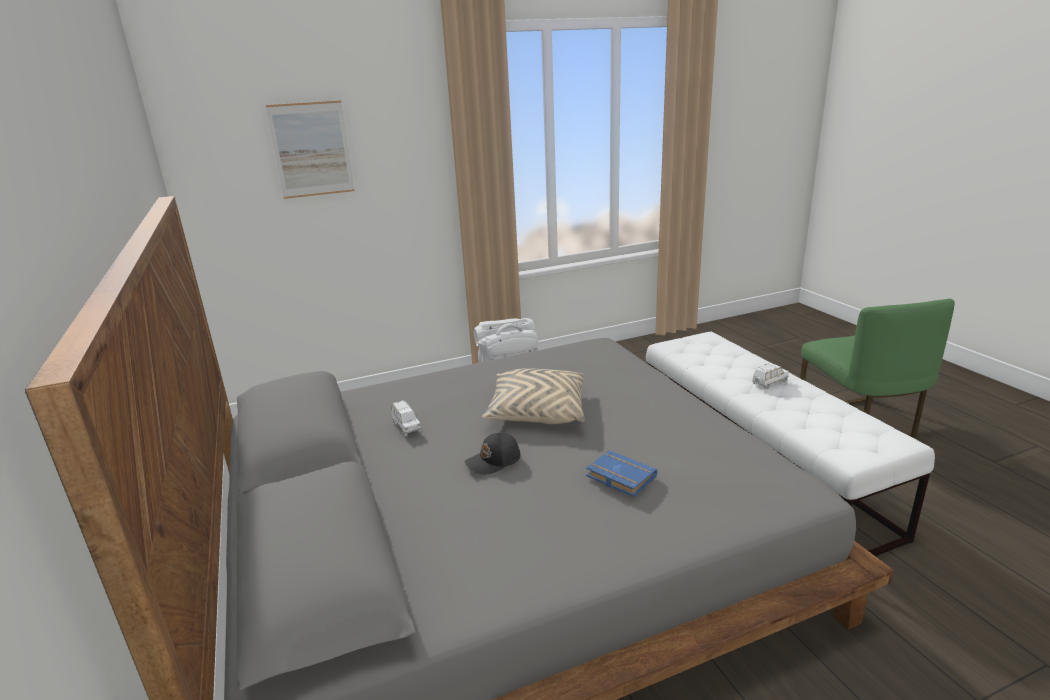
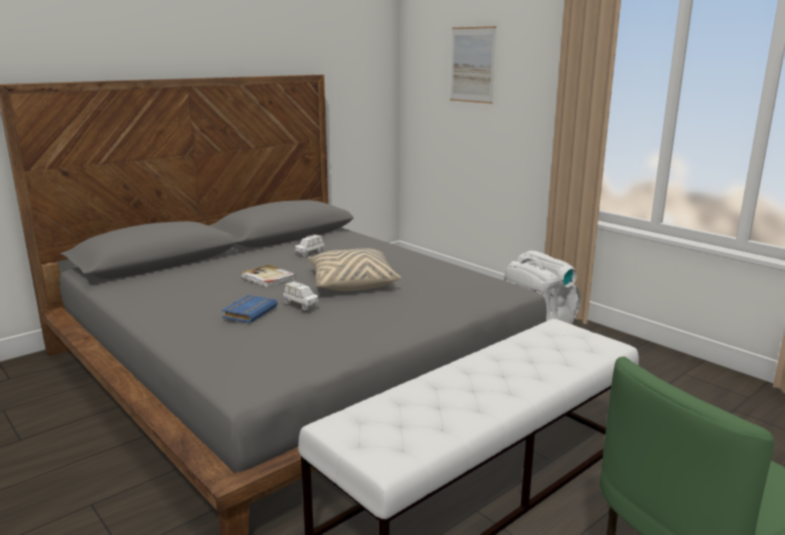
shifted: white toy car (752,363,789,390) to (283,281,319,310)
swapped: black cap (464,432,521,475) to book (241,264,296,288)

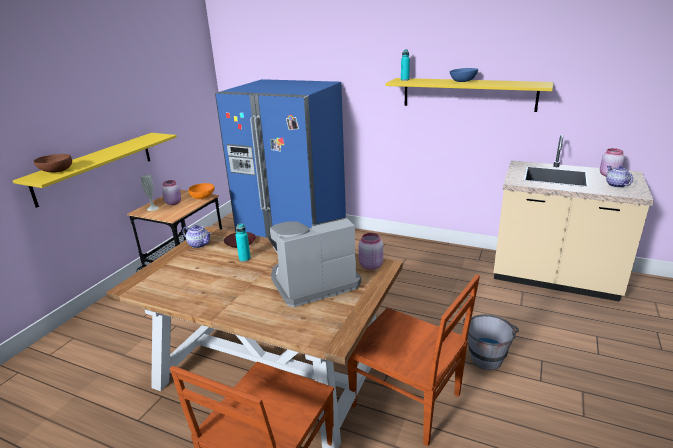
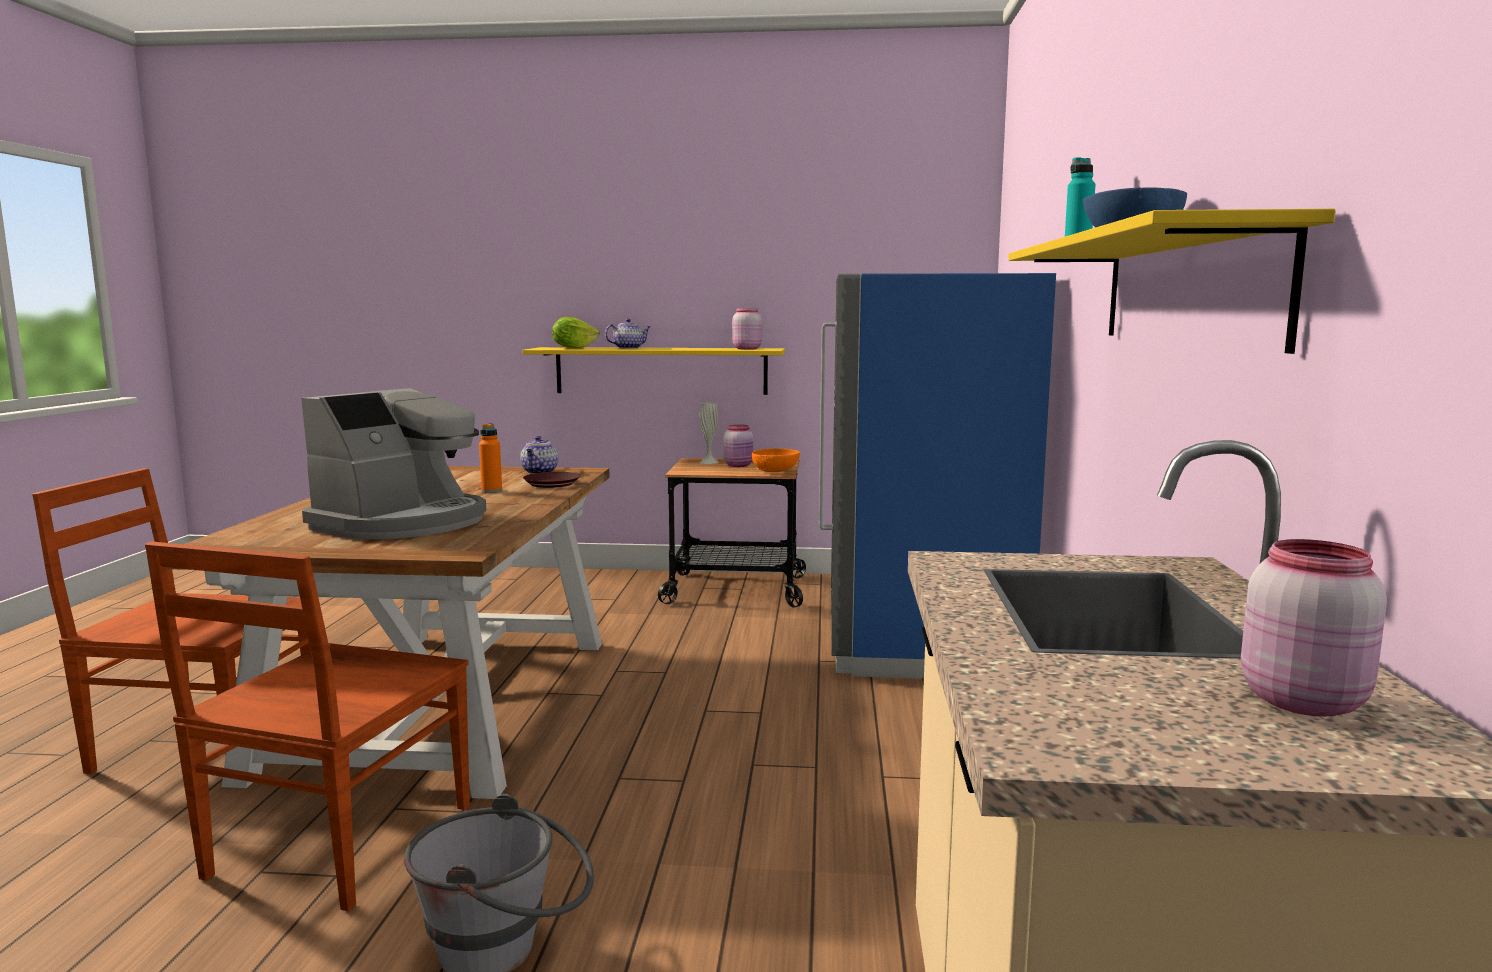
shifted: pink jar (359,233,383,270) to (732,308,762,350); teapot (606,166,633,188) to (605,319,651,349)
swapped: brown bowl (34,154,72,173) to lettuce (552,317,599,348)
repainted: turquoise bottle (235,223,251,262) to orange bottle (479,423,502,493)
rotated: coffee machine (268,217,361,307) = (301,388,487,539) 75 degrees clockwise

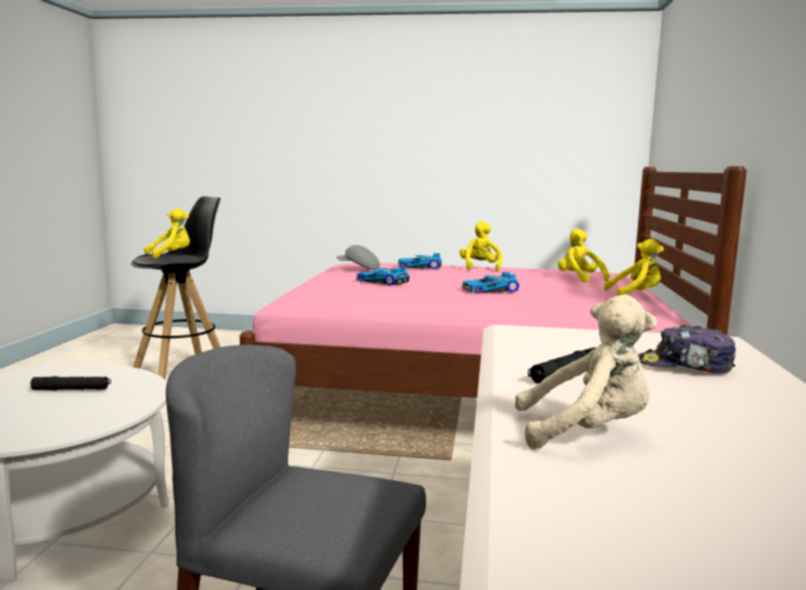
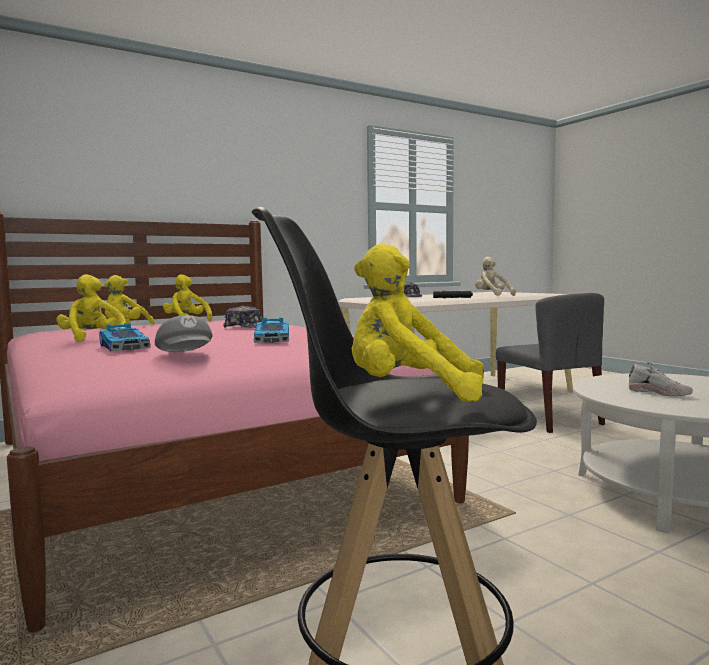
swapped: black flashlight (31,376,111,390) to white shoe (629,362,693,397); toy car (462,272,519,294) to cap (224,306,262,328)
rotated: yellow plush toy (459,221,503,272) = (57,274,126,342) 90 degrees clockwise

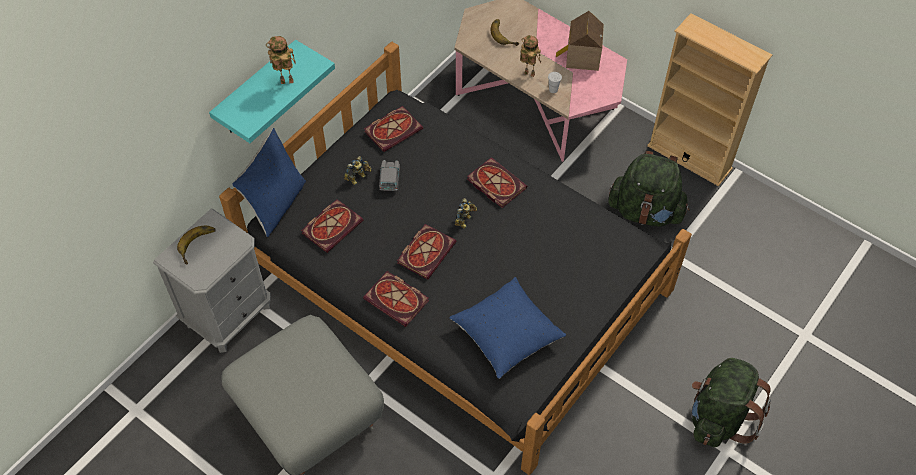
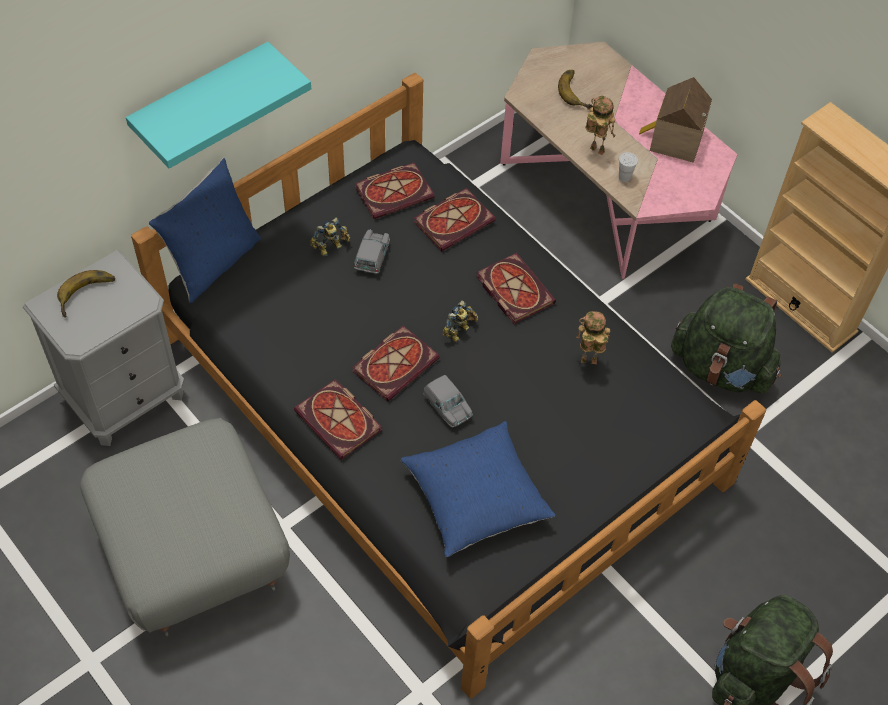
new: grey toy car (423,375,473,428)
shifted: toy robot (266,36,296,84) to (576,311,610,364); book (301,199,363,253) to (414,188,496,251)

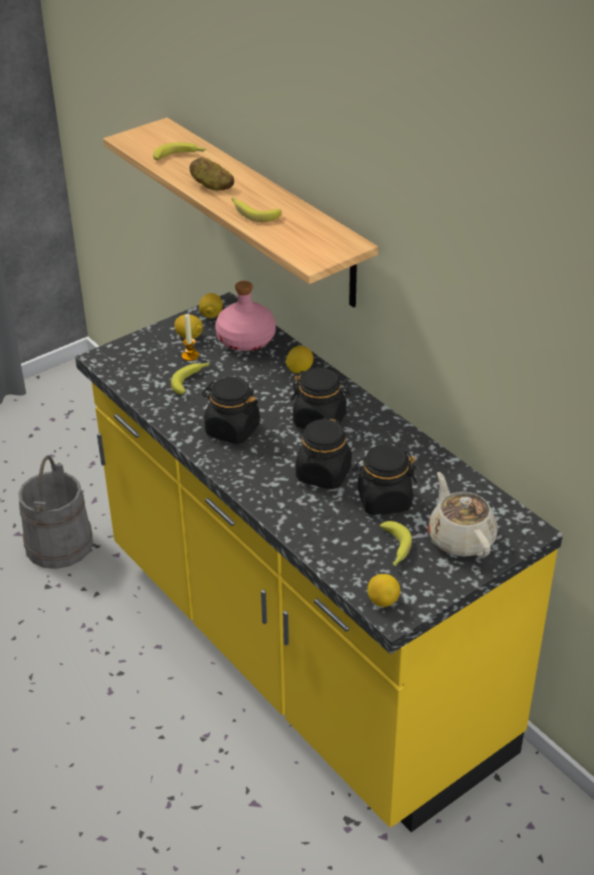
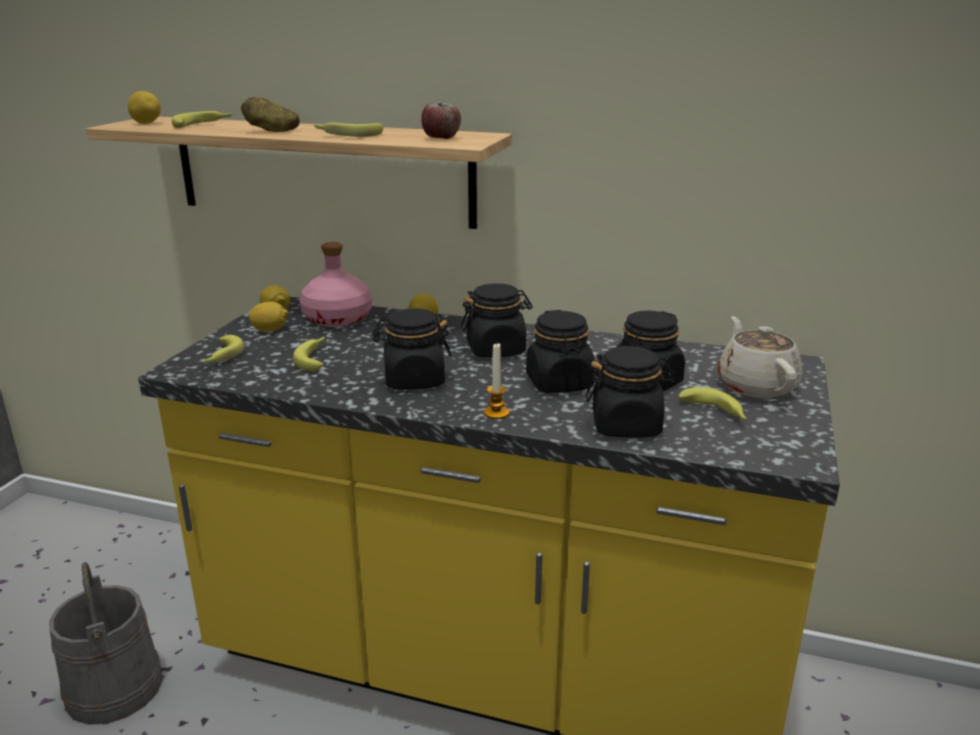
new: banana (202,335,245,364); apple (421,102,461,139); black jar (585,346,676,438)
shifted: candle (182,314,199,361) to (484,343,509,419); lemon (368,574,400,607) to (128,91,161,124)
rotated: beige teapot (428,472,498,557) = (718,316,803,398) 45 degrees clockwise

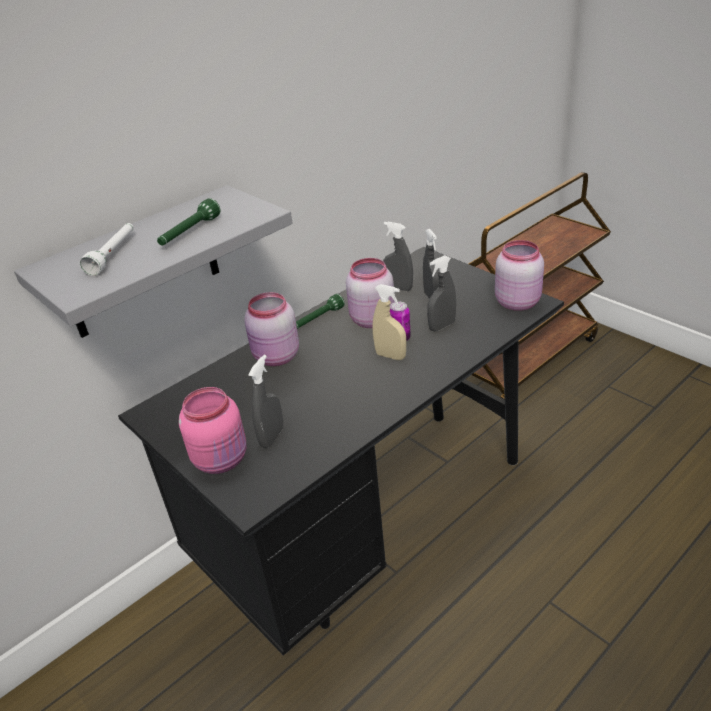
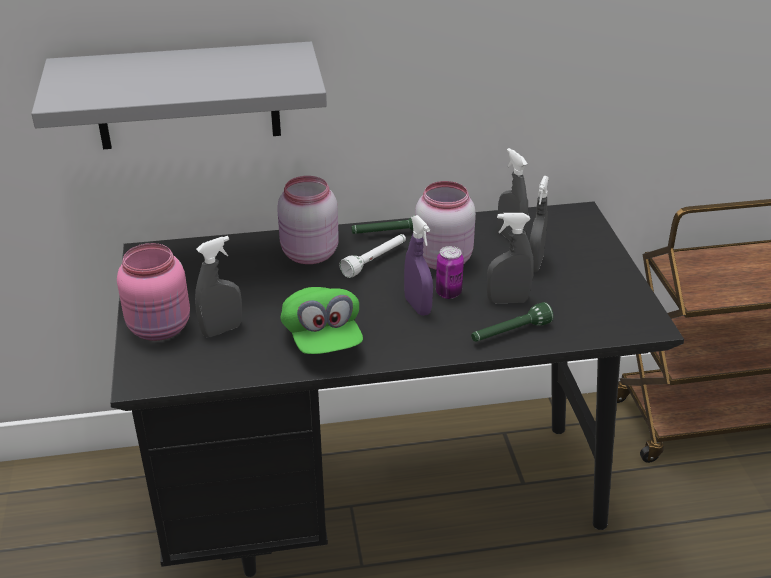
gone: pink jar (495,240,544,311)
new: green cap (281,287,363,354)
shifted: white flashlight (80,223,134,276) to (339,234,406,278); green flashlight (157,198,221,245) to (471,302,554,342)
repainted: beige spray bottle (372,284,406,360) to purple spray bottle (404,215,433,316)

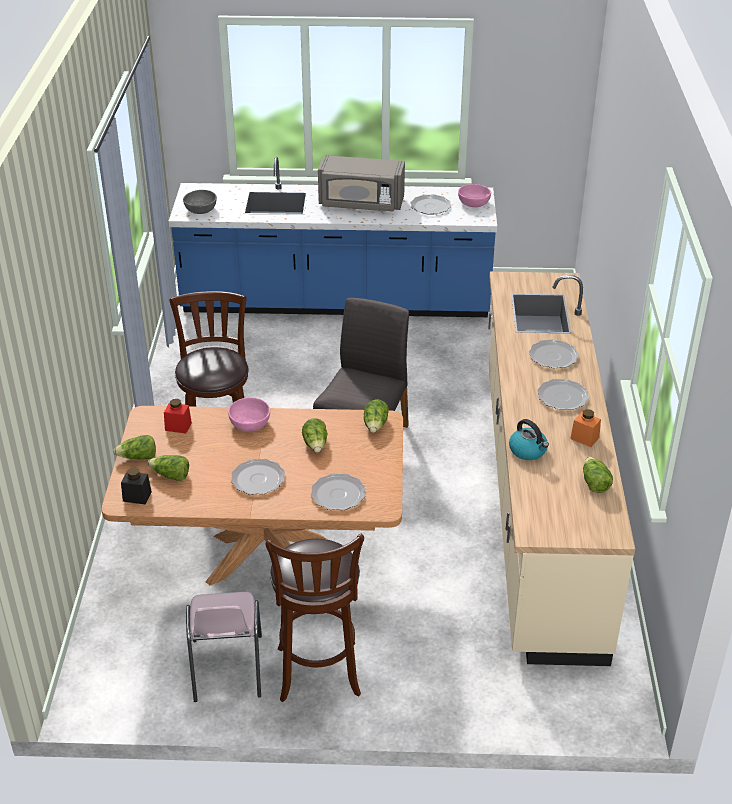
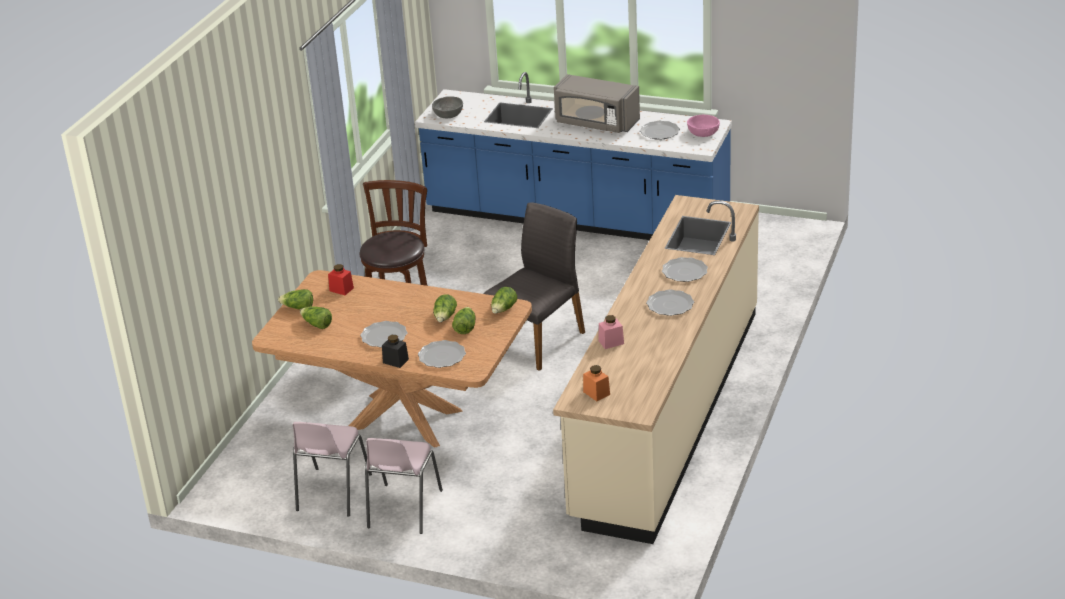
gone: pink bowl (228,398,270,431)
shifted: black jar (121,467,152,505) to (382,335,409,368); orange jar (570,409,601,447) to (583,365,610,401); lettuce (583,457,613,493) to (452,307,476,334)
swapped: brown stool (266,533,364,702) to pink chair (365,438,443,534); kettle (509,419,549,460) to pink jar (599,315,624,349)

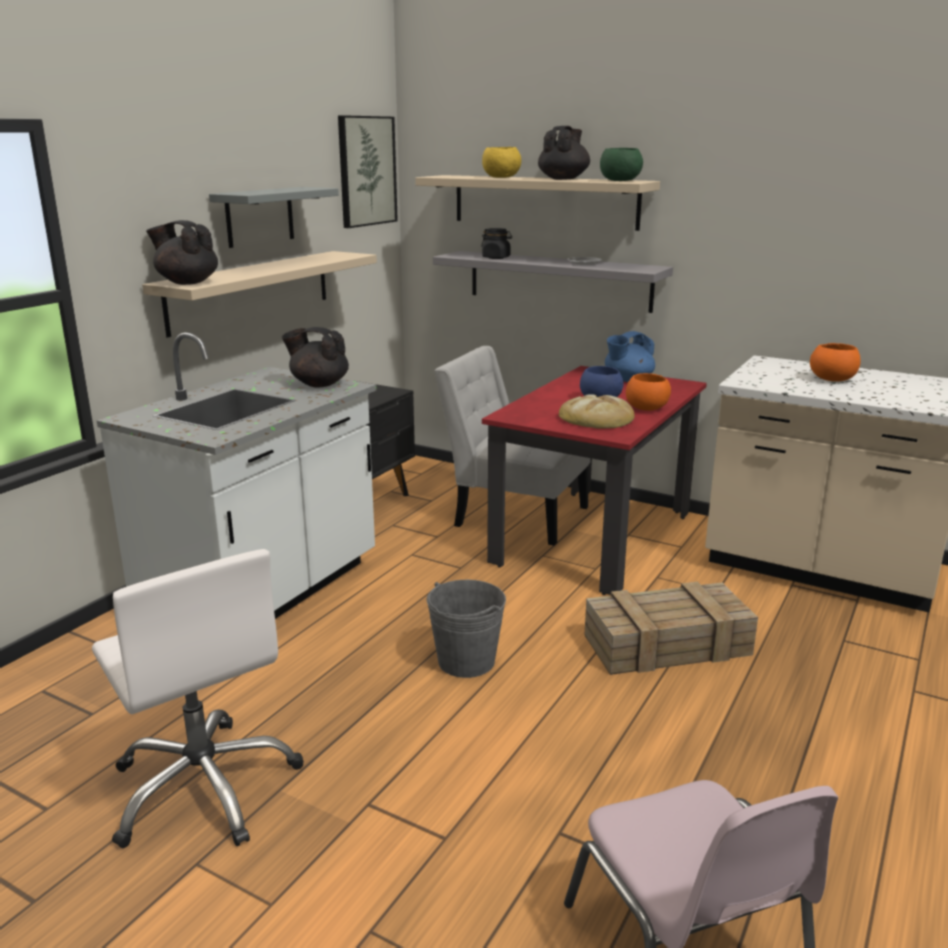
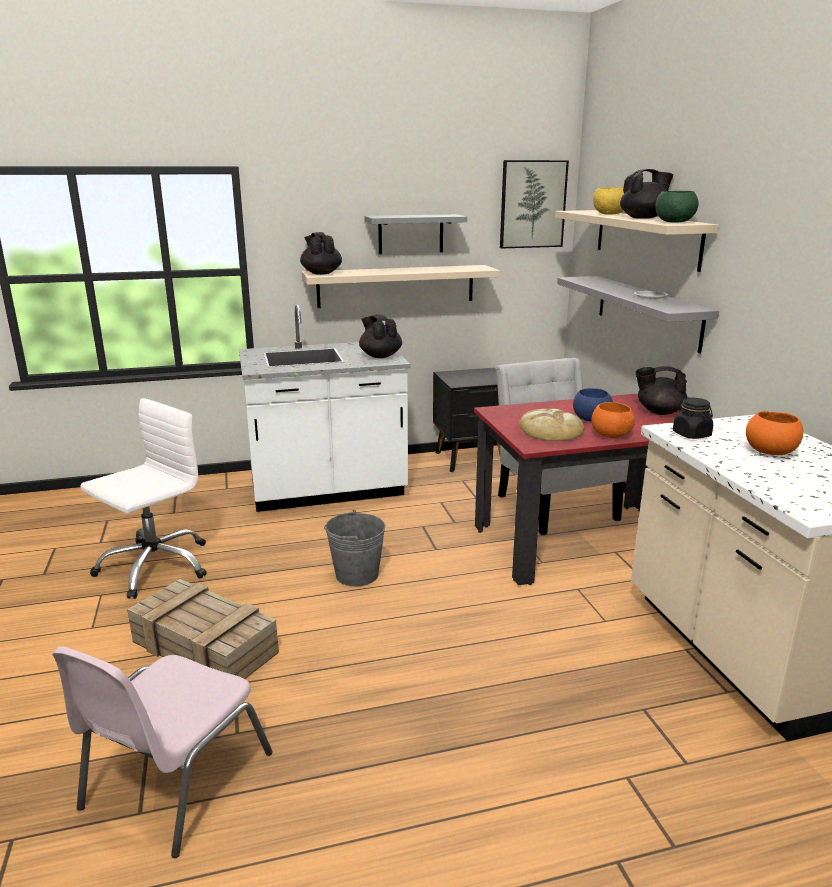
shifted: black jar (481,228,512,259) to (673,397,713,439); crate (584,582,758,675) to (127,579,279,679)
repainted: blue teapot (605,331,655,382) to black teapot (636,366,688,415)
rotated: white office chair (92,549,304,848) = (80,398,207,599) 150 degrees counterclockwise

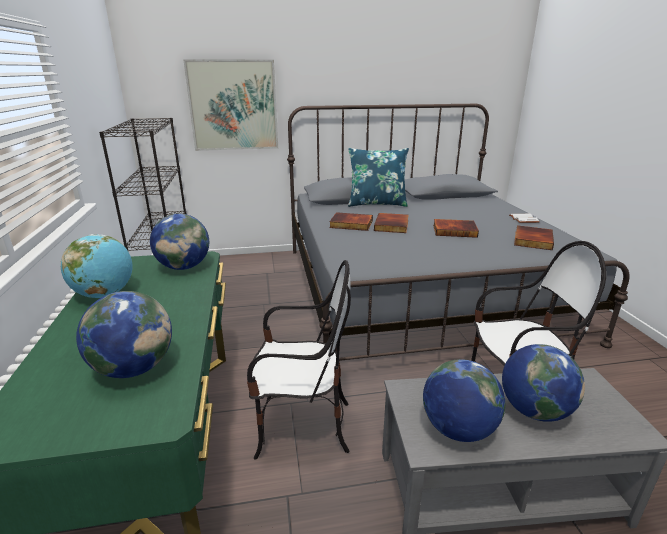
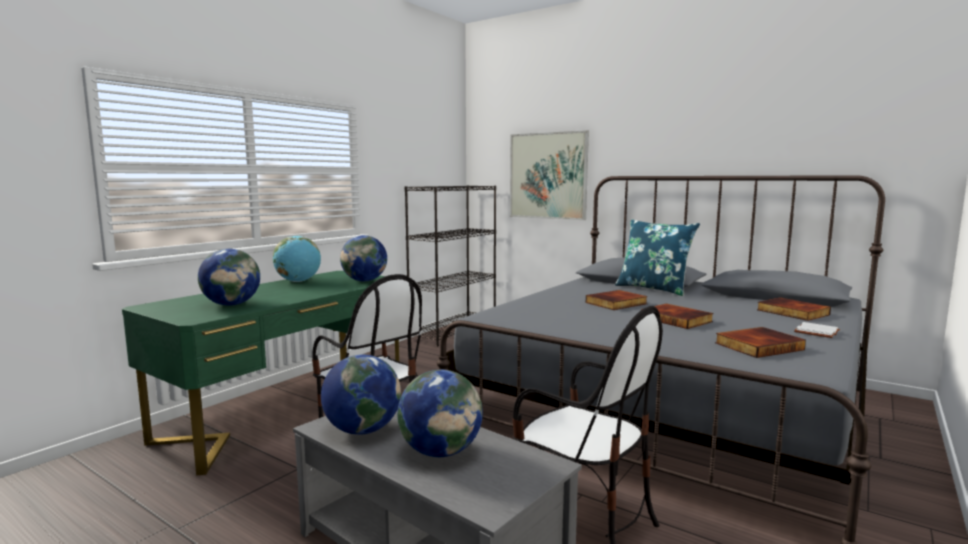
shifted: book (329,212,373,231) to (757,297,831,321)

